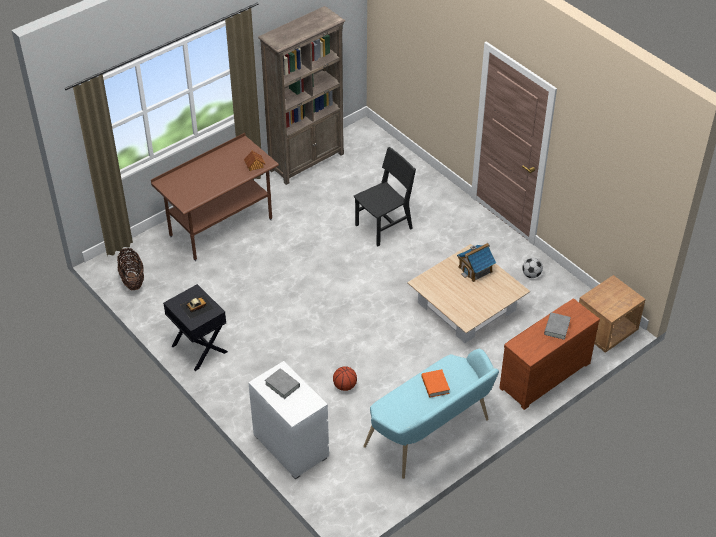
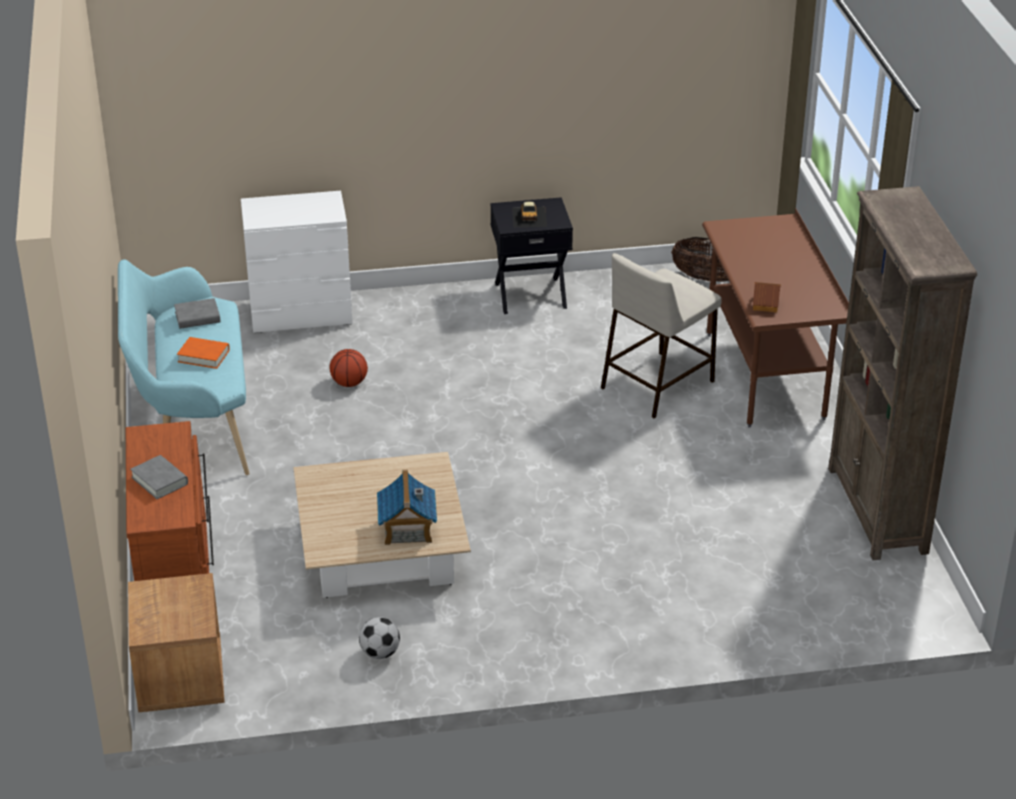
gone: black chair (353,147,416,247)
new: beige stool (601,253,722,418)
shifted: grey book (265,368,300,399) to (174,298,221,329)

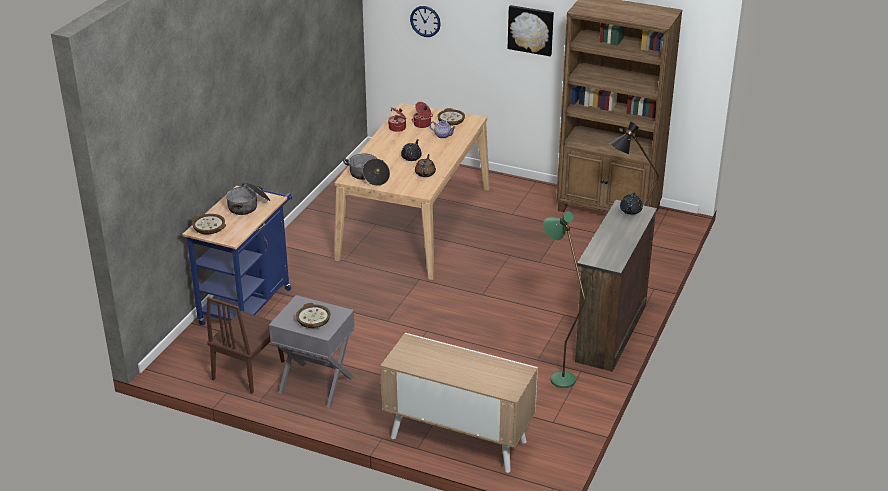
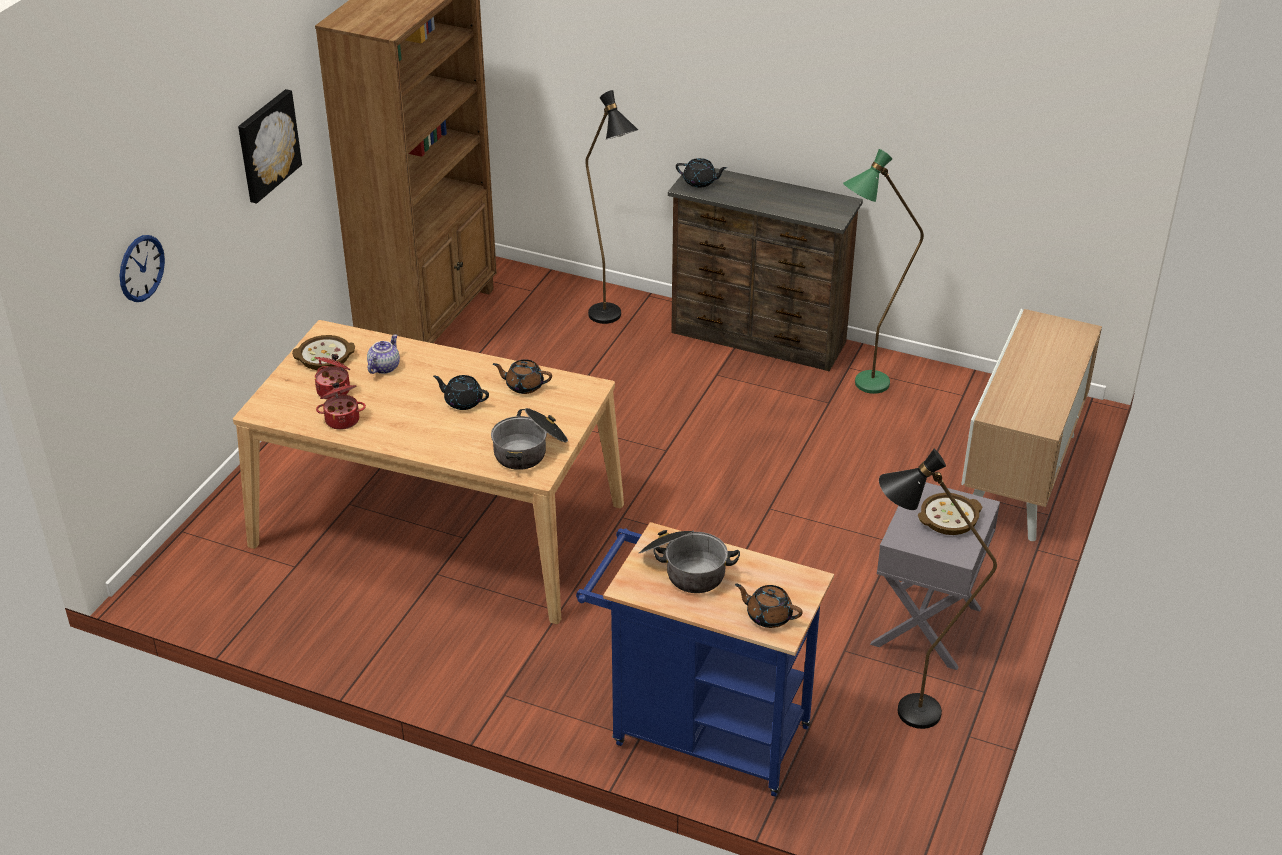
swapped: bowl (191,214,226,234) to brown teapot (735,584,803,628); brown chair (206,297,285,394) to black floor lamp (879,449,997,729)

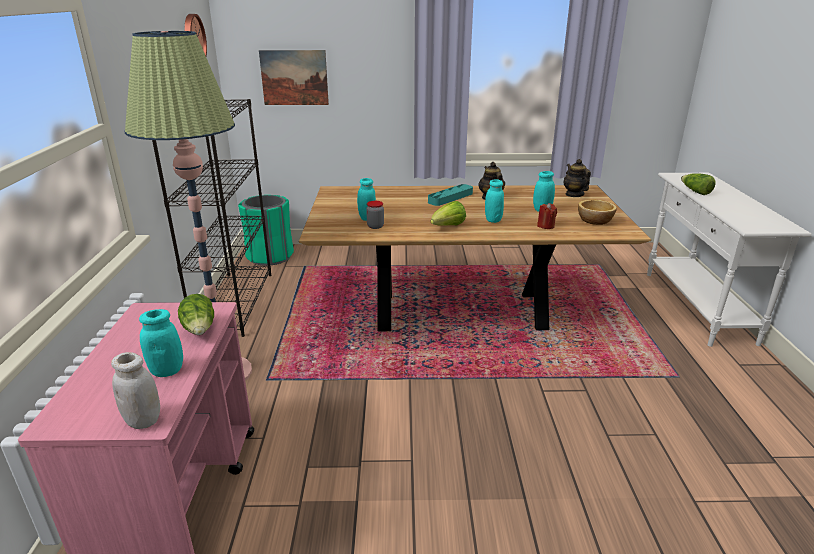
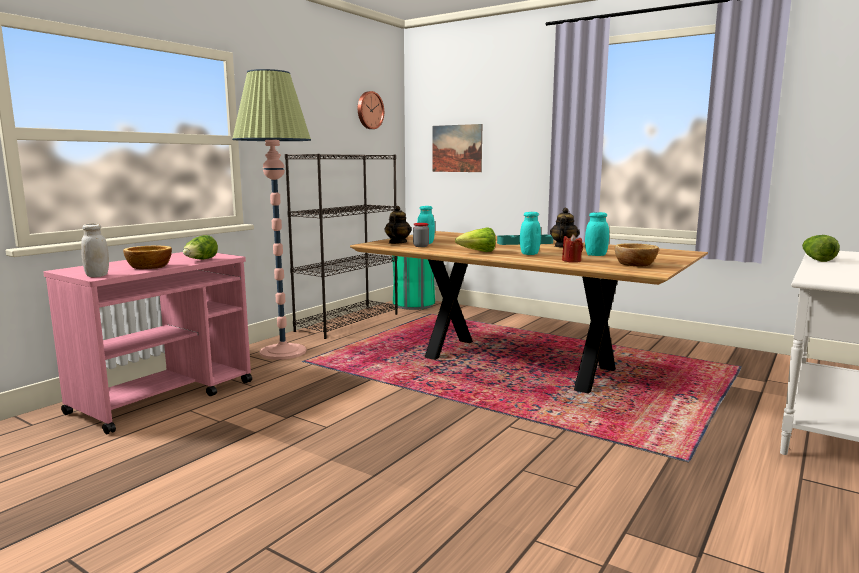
shifted: teapot (564,159,591,197) to (384,206,412,244)
swapped: turquoise jar (139,309,183,377) to bowl (123,246,172,269)

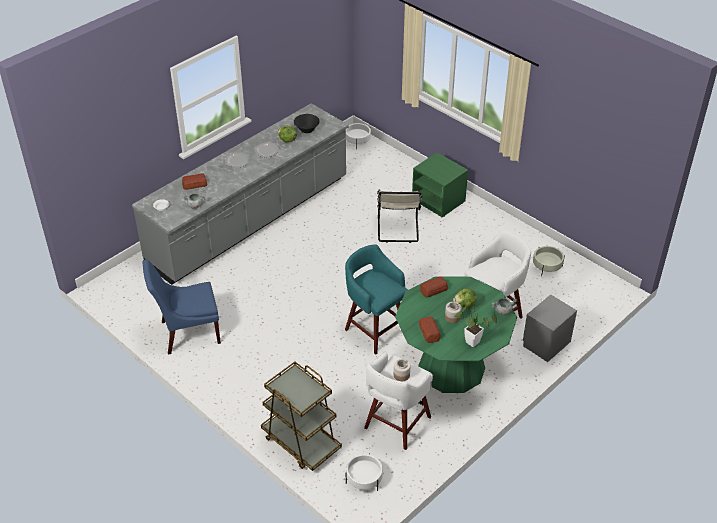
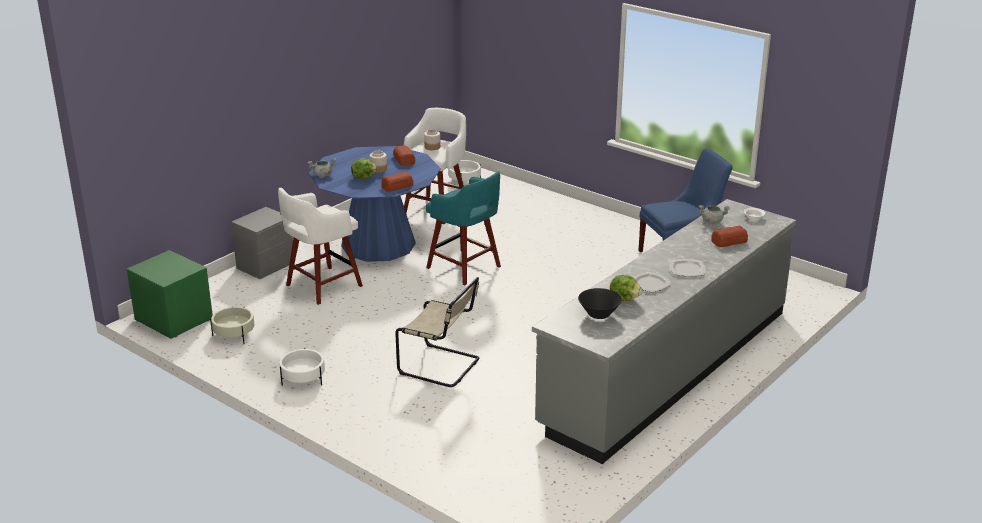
gone: brown cart (261,362,342,471); potted plant (454,290,497,347)
shifted: white planter (346,123,371,150) to (279,348,325,386); green nightstand (412,152,468,217) to (127,250,213,339)
repainted: green dining table (395,276,517,393) to blue dining table (309,146,441,262)
rotated: beige chair (377,189,422,243) = (395,277,479,387) 120 degrees clockwise

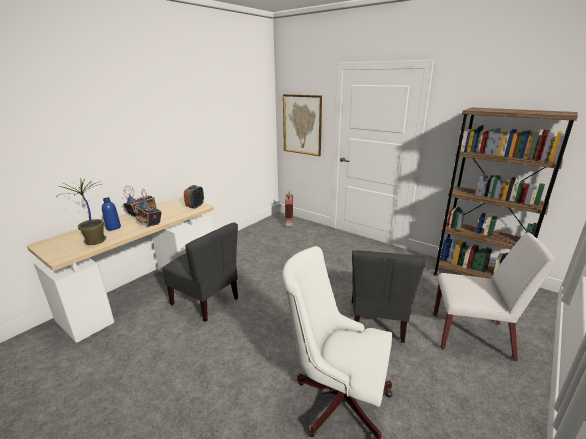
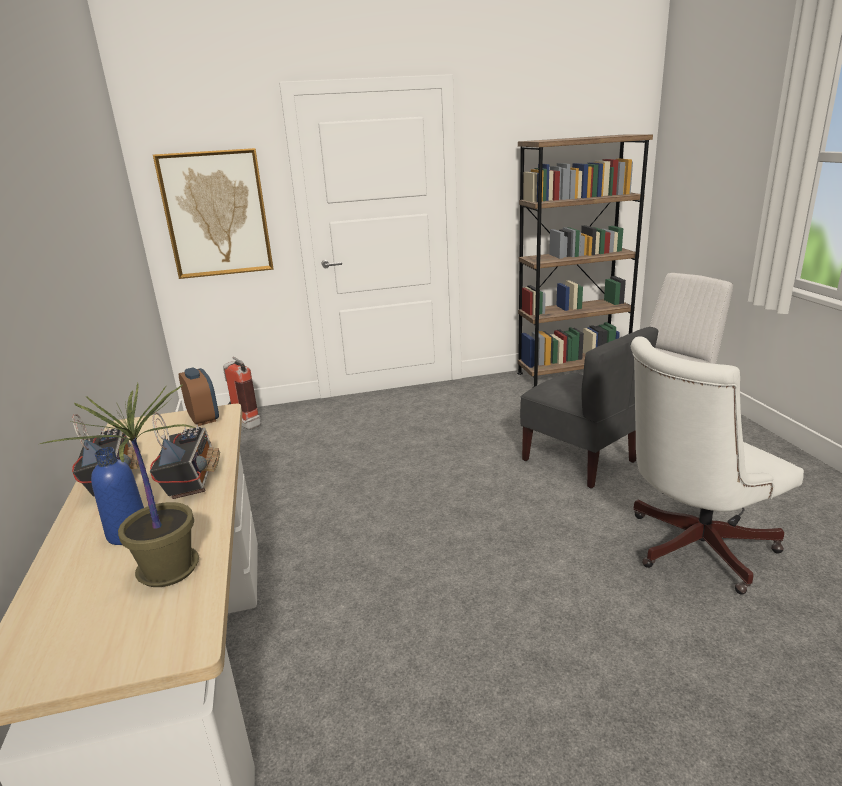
gone: grey chair (162,222,238,322)
rotated: radio (134,189,162,227) = (150,412,220,499) 90 degrees counterclockwise

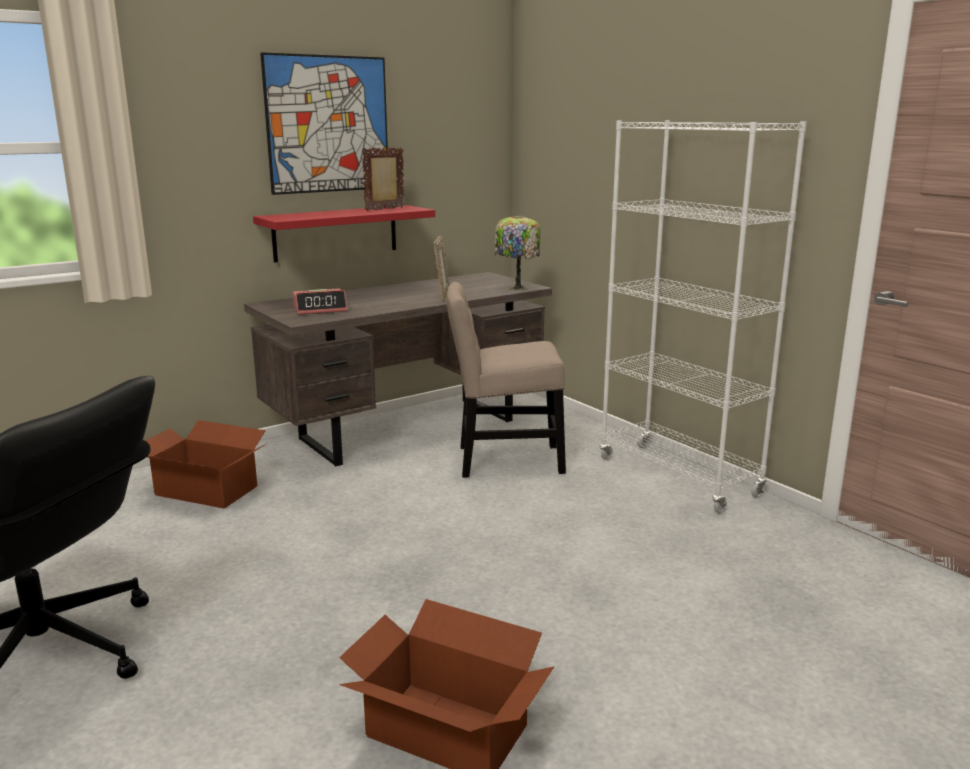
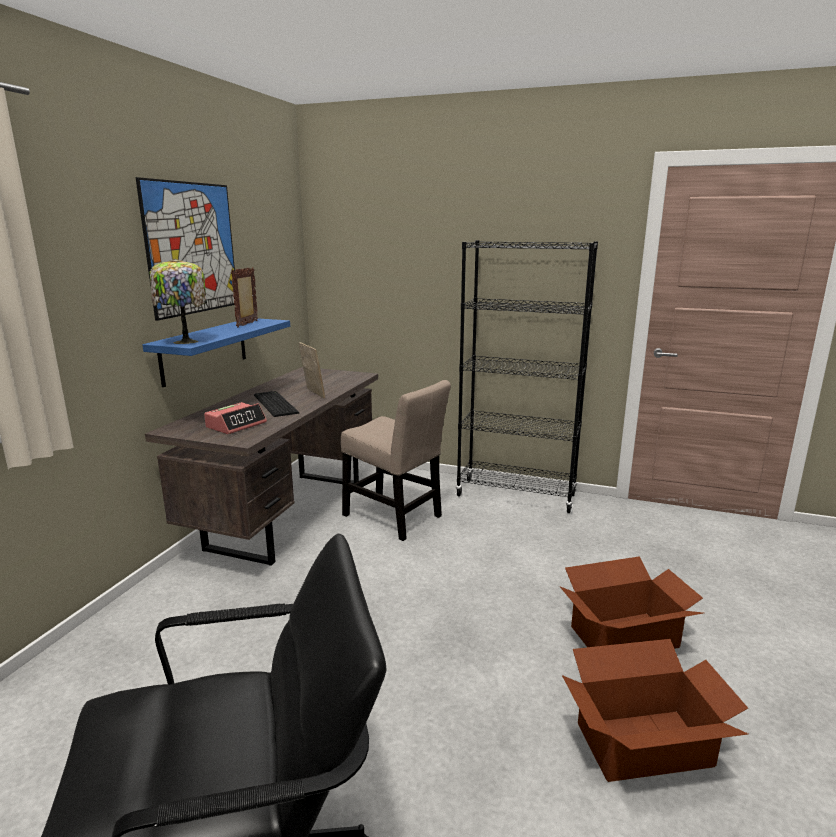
new: keyboard (254,391,300,417)
shifted: cardboard box (145,420,266,509) to (559,556,703,649); table lamp (494,215,541,291) to (149,258,207,344)
repainted: red shelf (253,205,435,263) to blue shelf (142,318,290,387); white bookcase (600,120,807,513) to black bookcase (456,240,598,513)
rotated: beige chair (446,282,566,478) = (341,380,451,541) 105 degrees counterclockwise

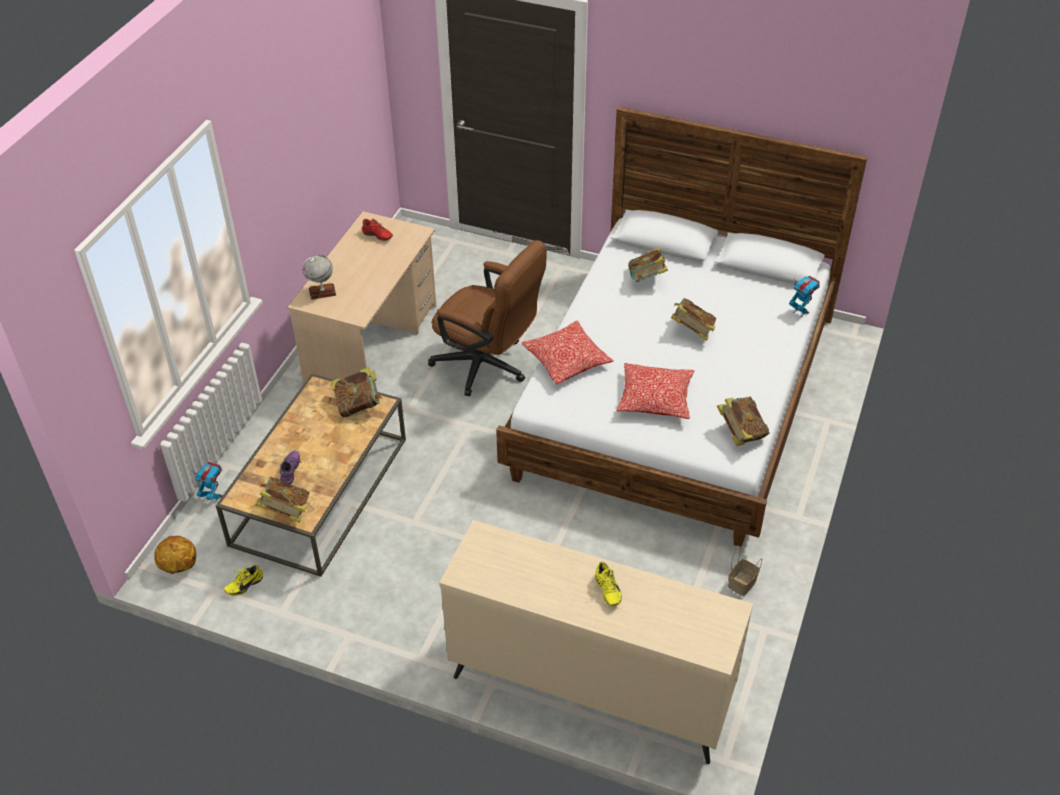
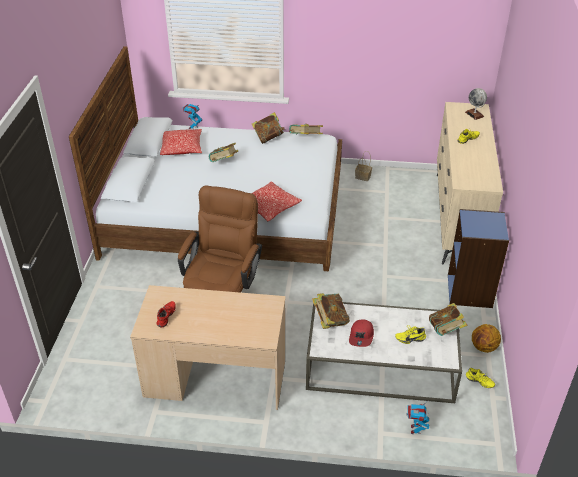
new: red cap (349,319,374,347); blue bookcase (448,209,509,308)
shifted: basketball (154,536,196,574) to (472,324,501,353); globe (302,255,336,300) to (465,88,487,120); pillow (617,363,694,419) to (160,129,202,155); book (628,247,668,282) to (252,112,285,144)
repainted: brown coffee table (216,374,406,577) to white coffee table (306,302,462,403); purple shoe (280,450,301,484) to yellow shoe (395,325,426,344)

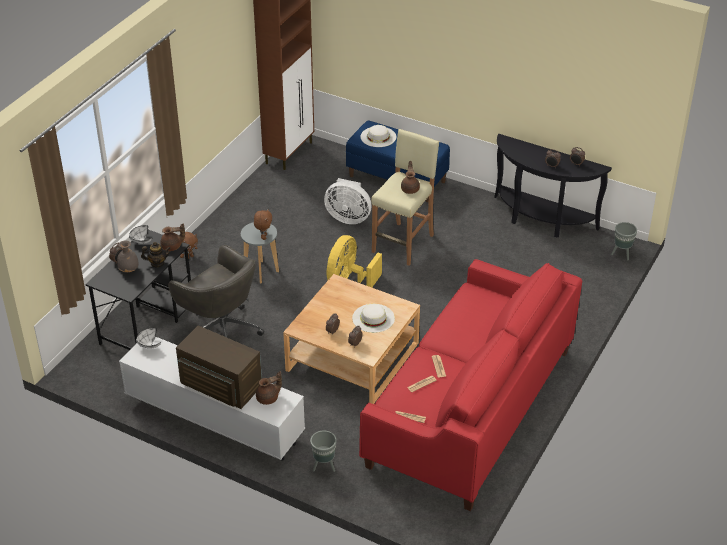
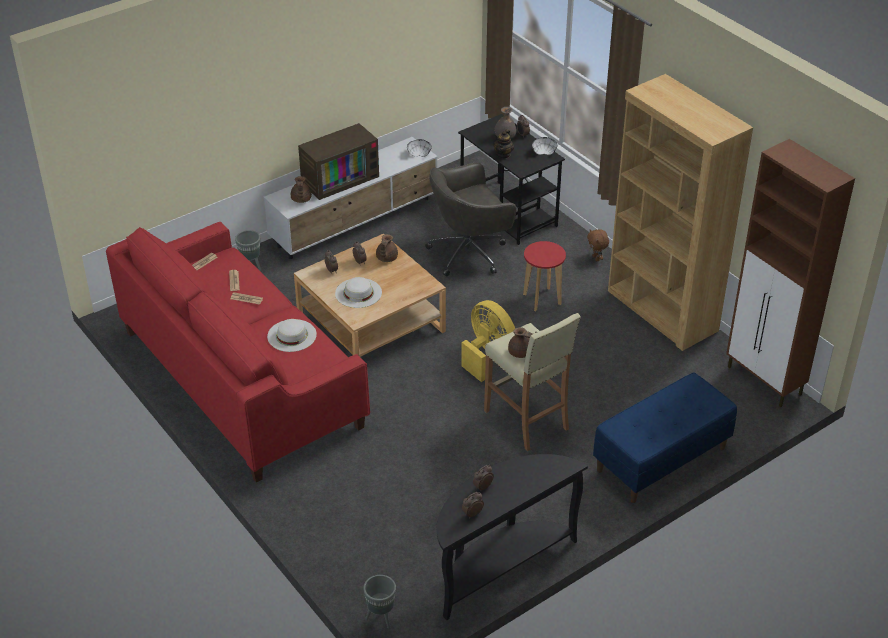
gone: brown plush toy (254,209,272,240); white fan (324,178,372,224)
new: brown bookcase (608,74,753,351)
shifted: brown teapot (160,223,185,251) to (376,234,398,262); white hat (360,125,396,147) to (267,319,317,352)
repainted: grey stool (241,222,279,284) to red stool (523,241,566,311)

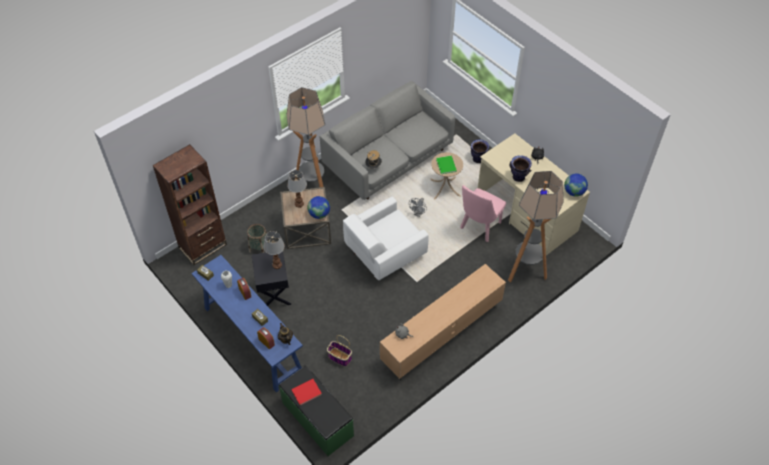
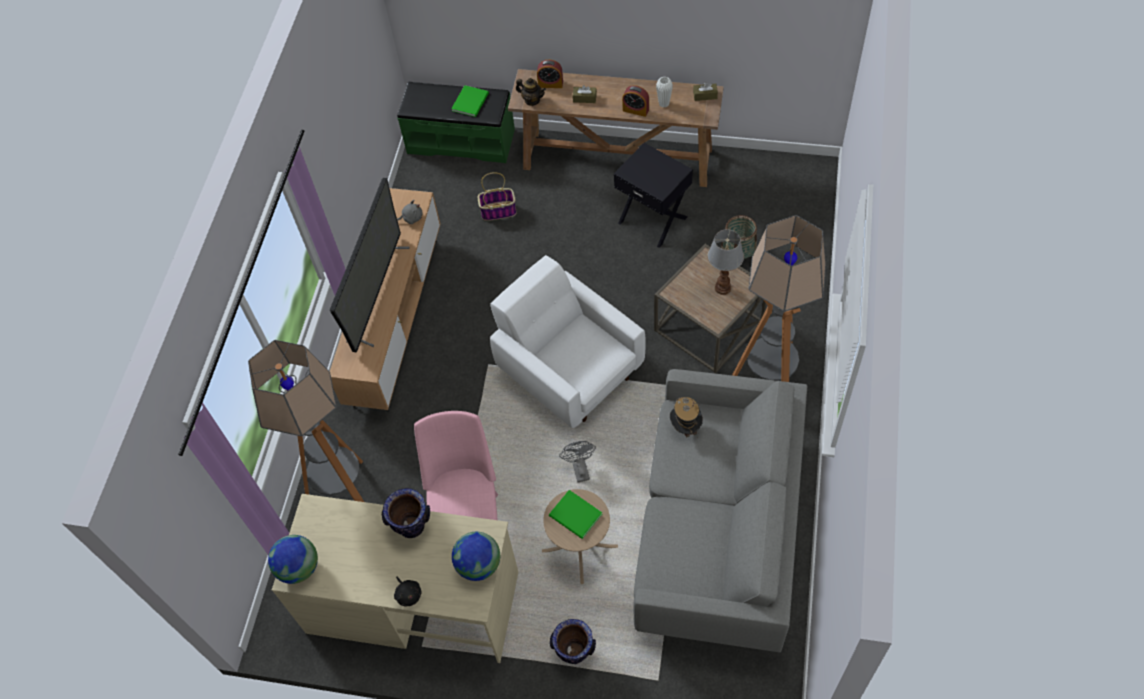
gone: brown bookcase (153,144,227,265); table lamp (264,231,285,269)
new: television (330,178,410,353)
shifted: globe (307,196,330,219) to (452,532,500,581)
repainted: blue console table (192,255,303,392) to brown console table (508,69,724,187); red book (292,379,322,405) to green book (451,85,489,117)
rotated: white armchair (343,197,428,280) = (490,255,646,428) 60 degrees counterclockwise

